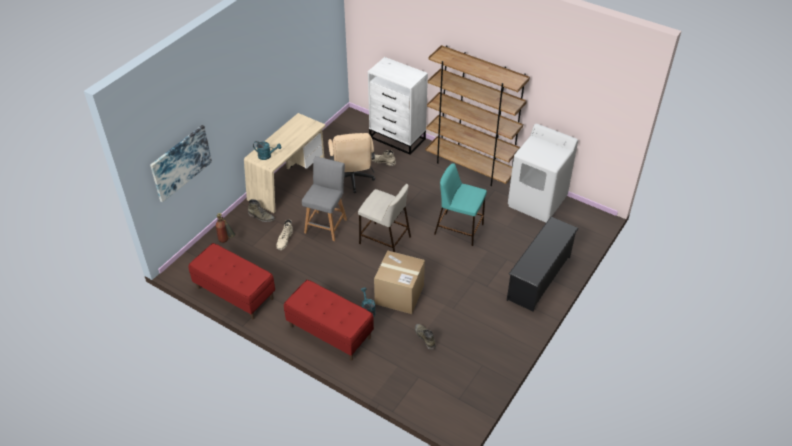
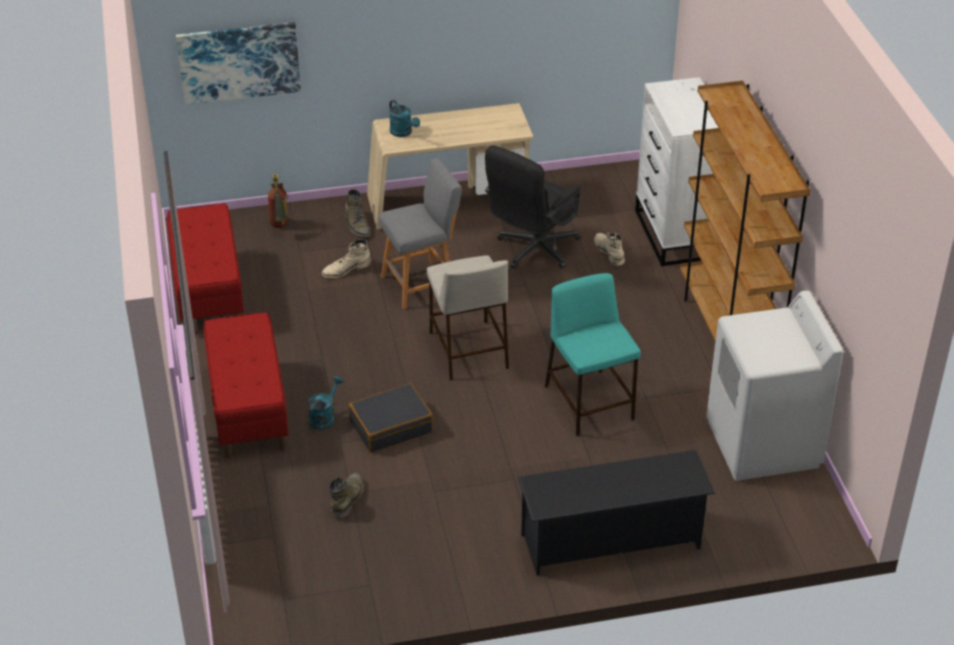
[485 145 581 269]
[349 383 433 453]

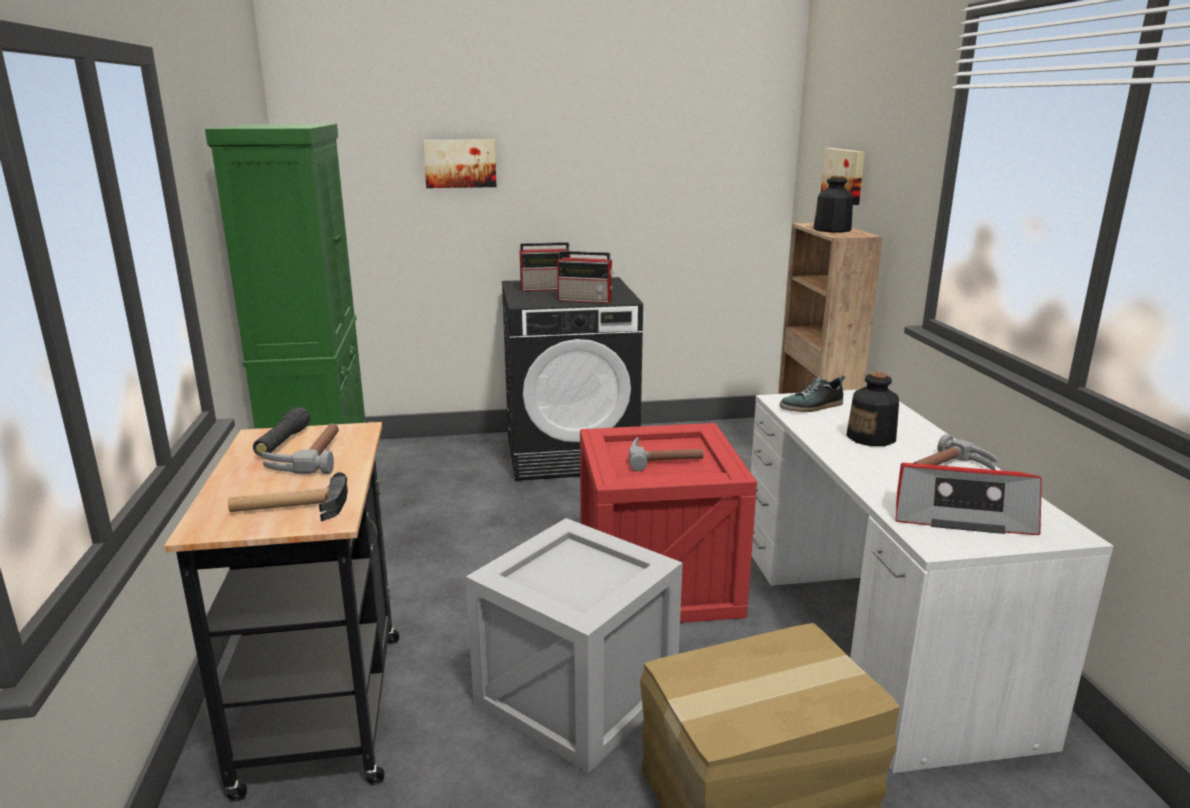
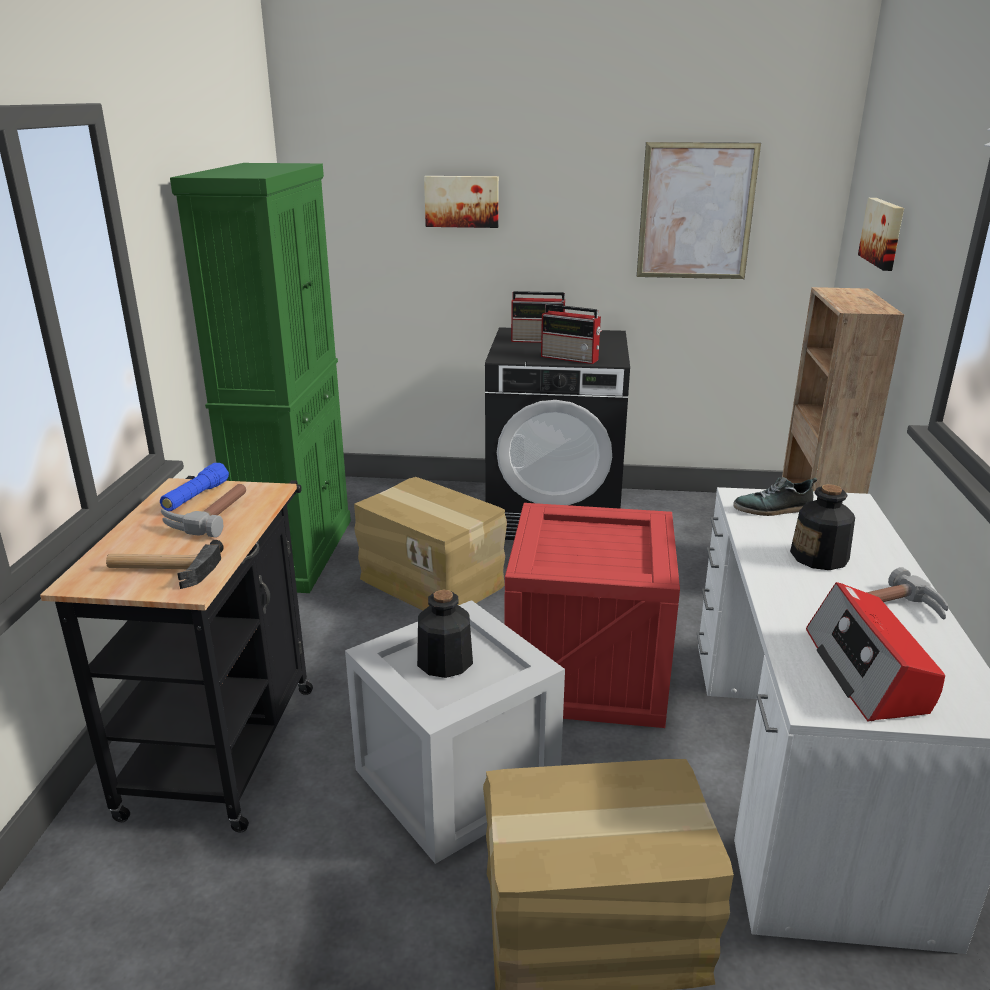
[417 589 473 678]
[160 463 229 511]
[629 437 704 471] (first image)
[806 582 945 722]
[637 142 761 279]
[354 477 507 611]

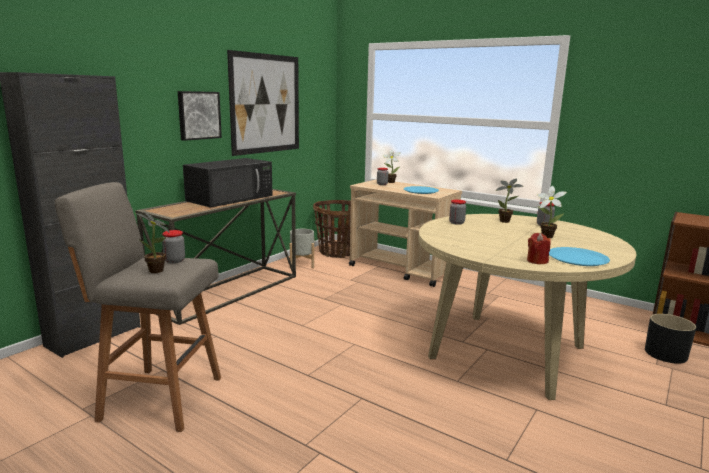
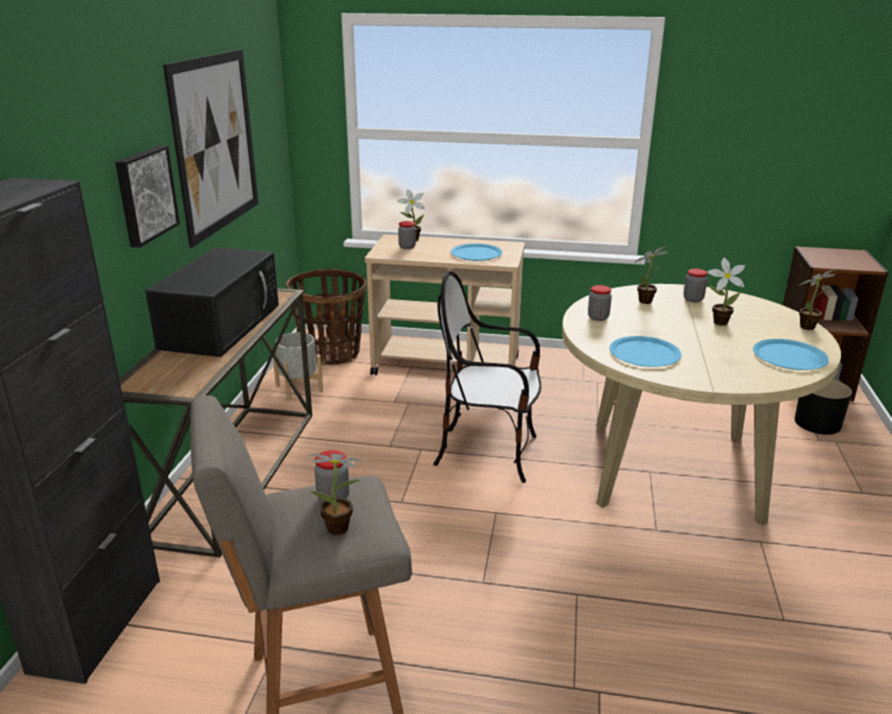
[527 233 551 264] (first image)
[799 269 836 330]
[433 271 541 483]
[610 336 681 367]

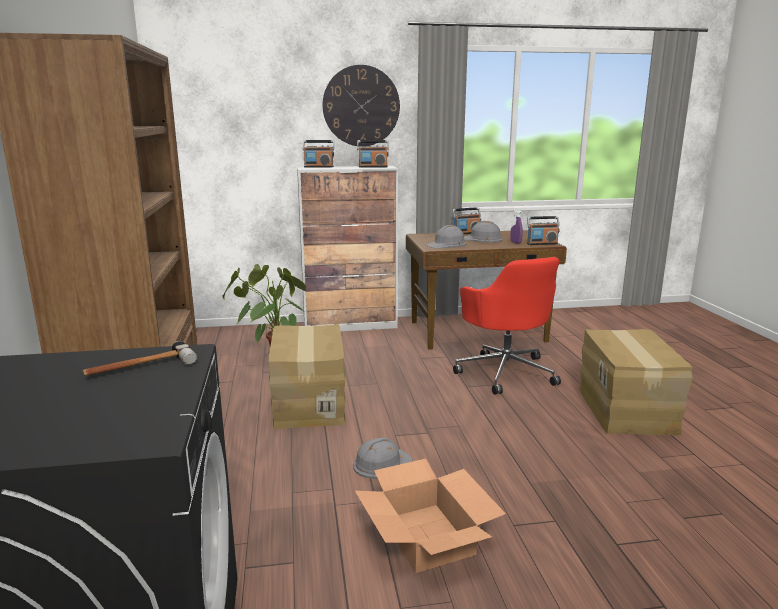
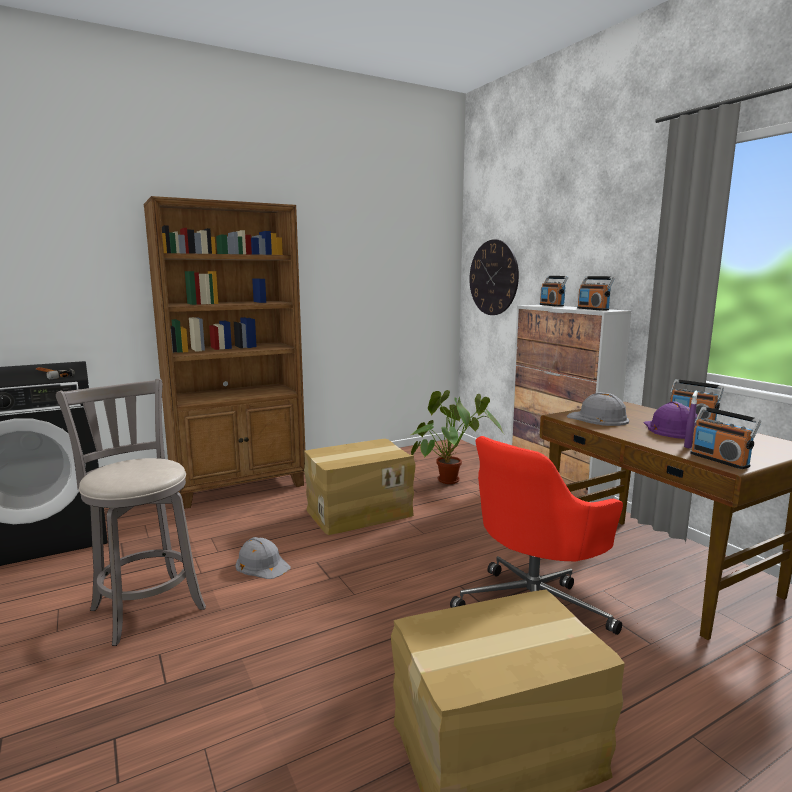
[469 239 519 315]
[644 402 698 439]
[56 379 206 646]

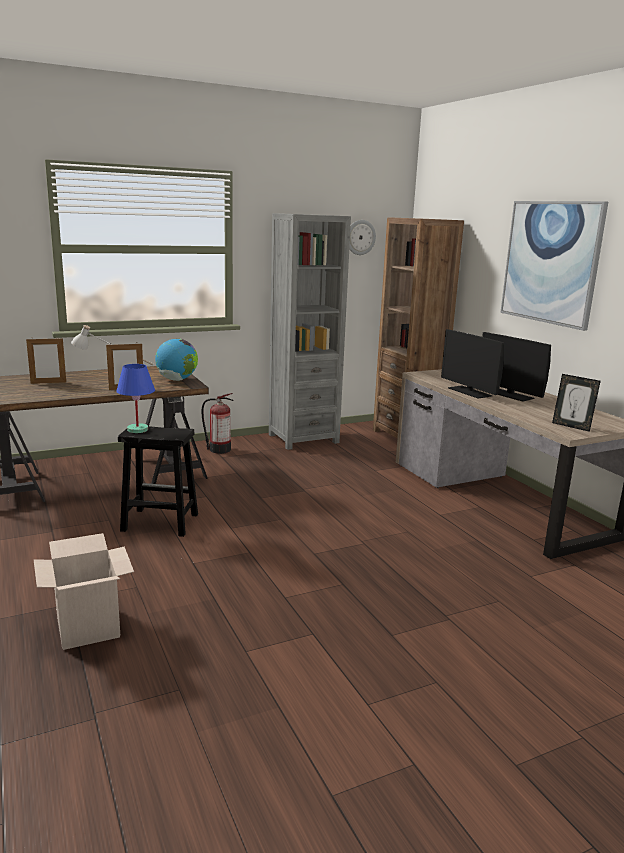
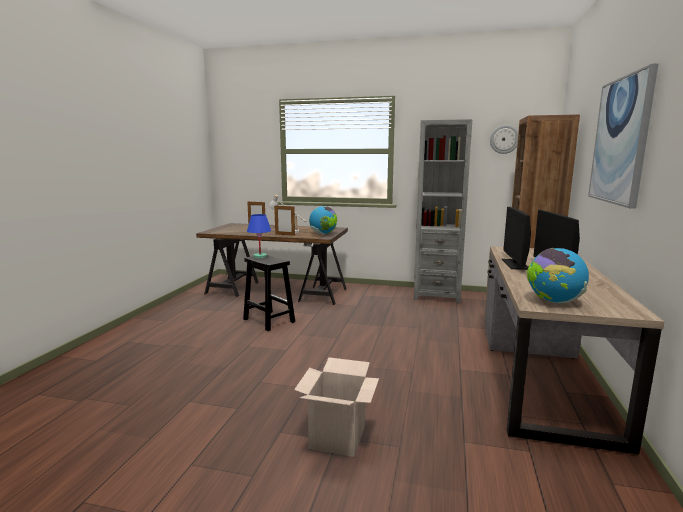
[527 248 589 303]
[202 393 233 454] (first image)
[294 357 379 457]

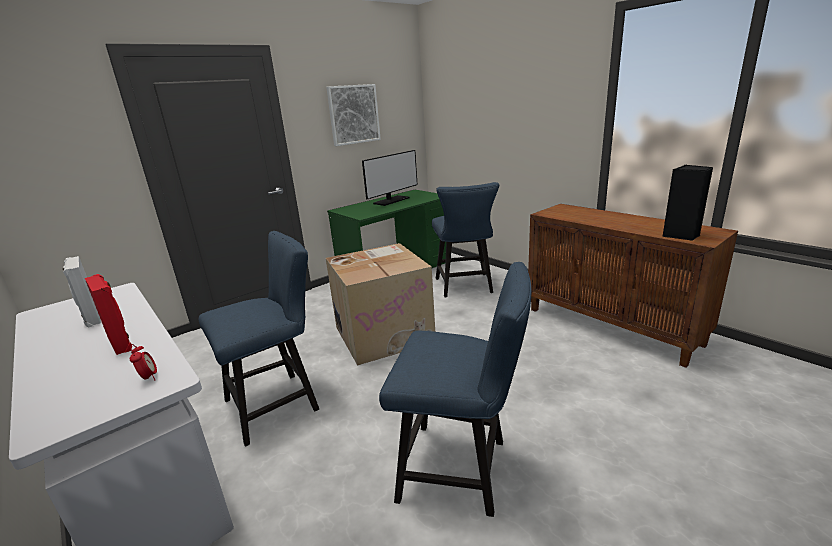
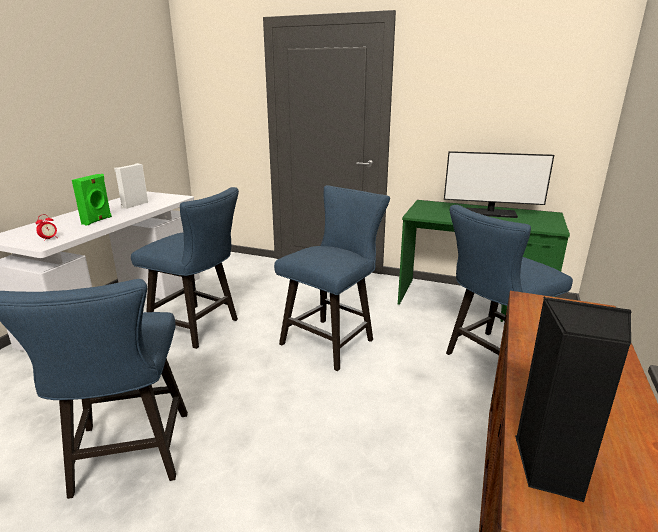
[326 84 381 146] (first image)
[274 185 390 371]
[72 174 112 226]

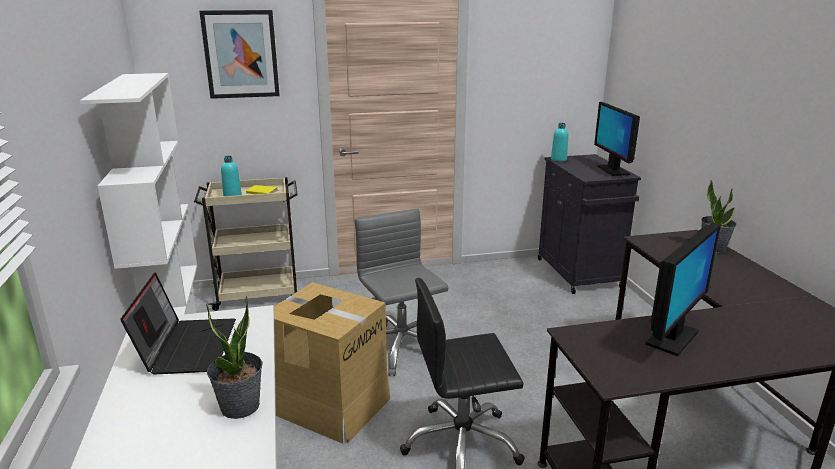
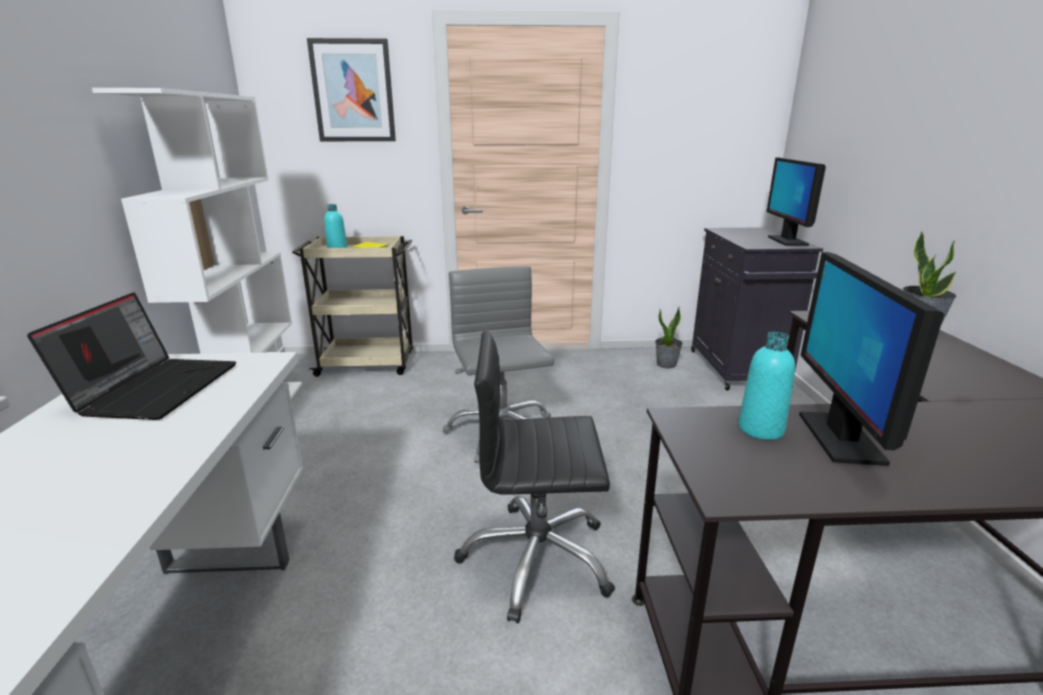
[738 332 795 440]
[799 252 945 466]
[274 282 390 444] (first image)
[655 307 683 368]

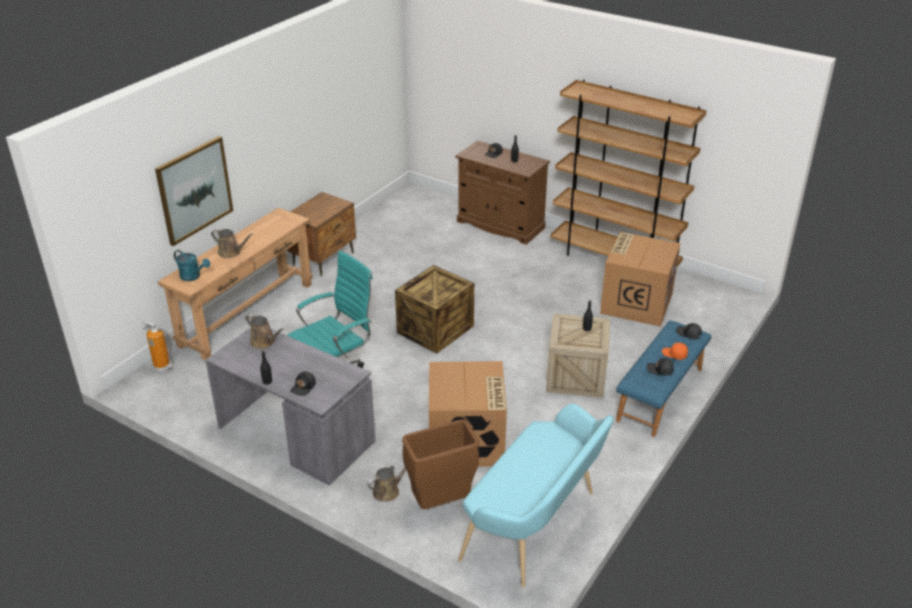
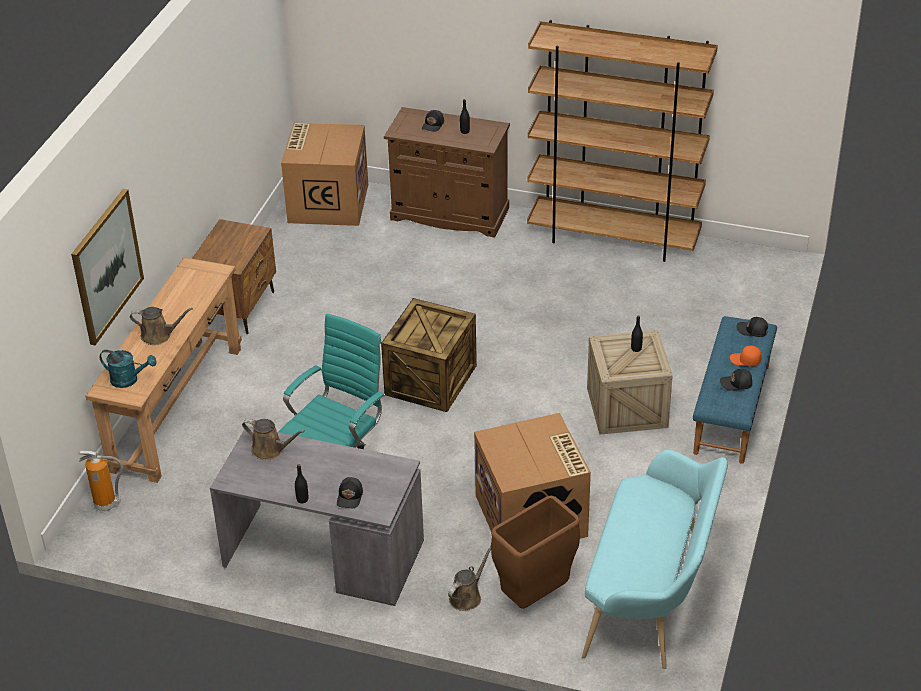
[281 123 368 226]

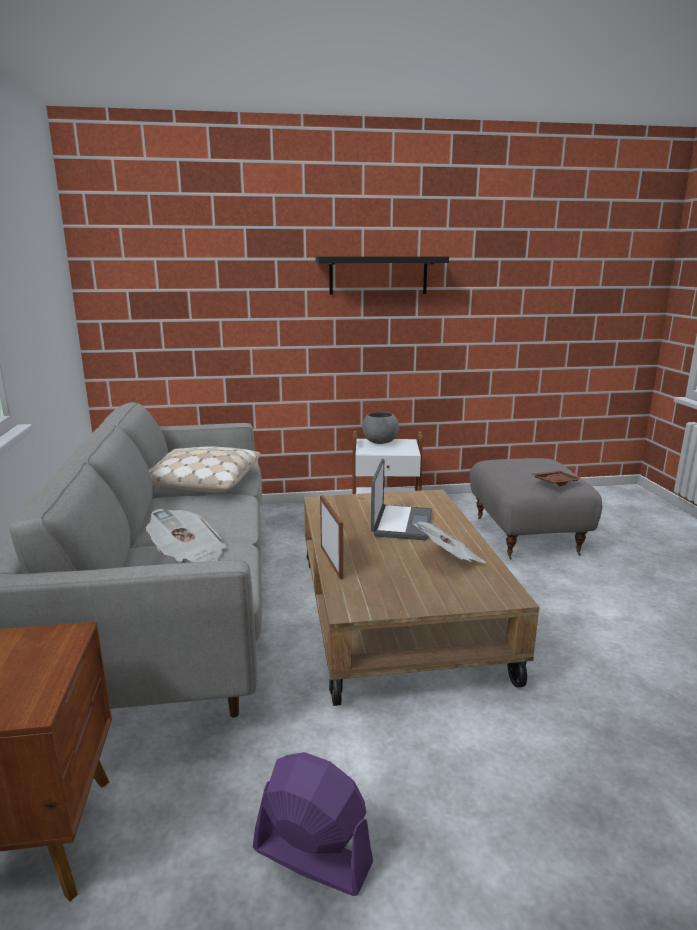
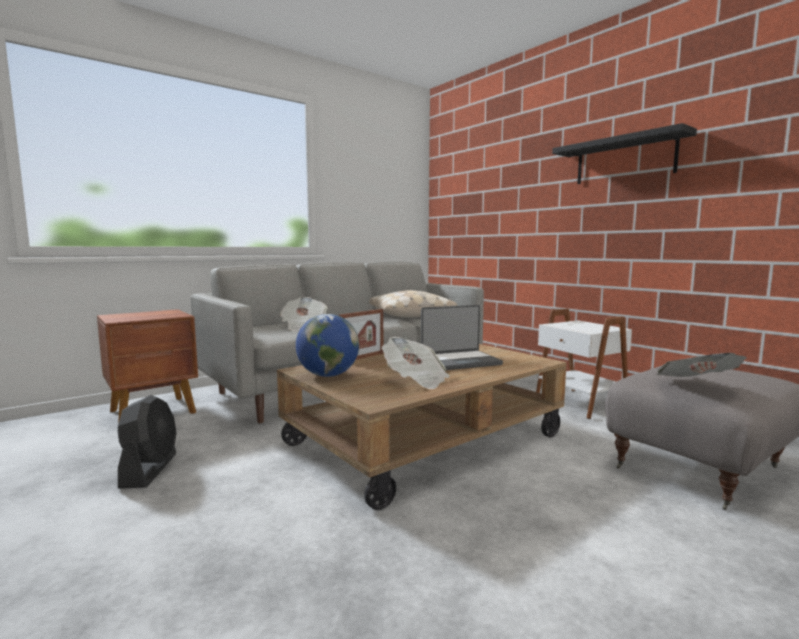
[362 412 399 444] (first image)
[656 353 747 377]
[118 395 177 489]
[296 314 359 377]

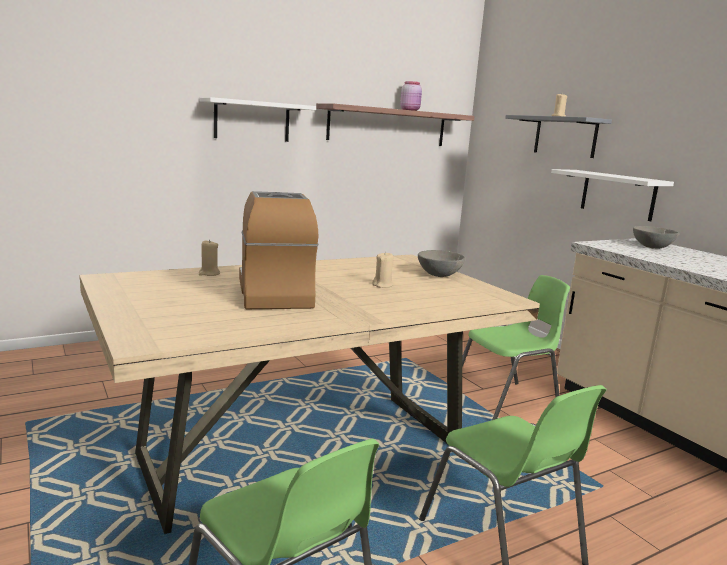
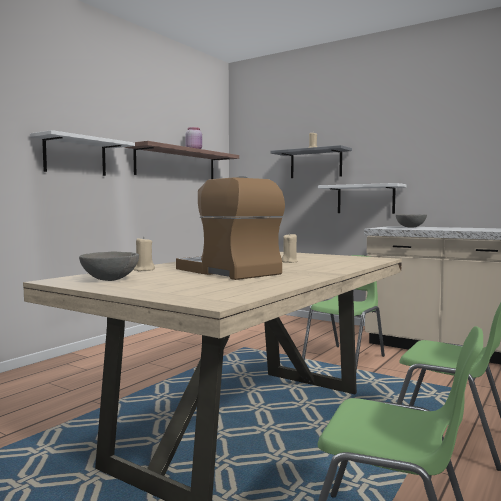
[79 252 139 281]

